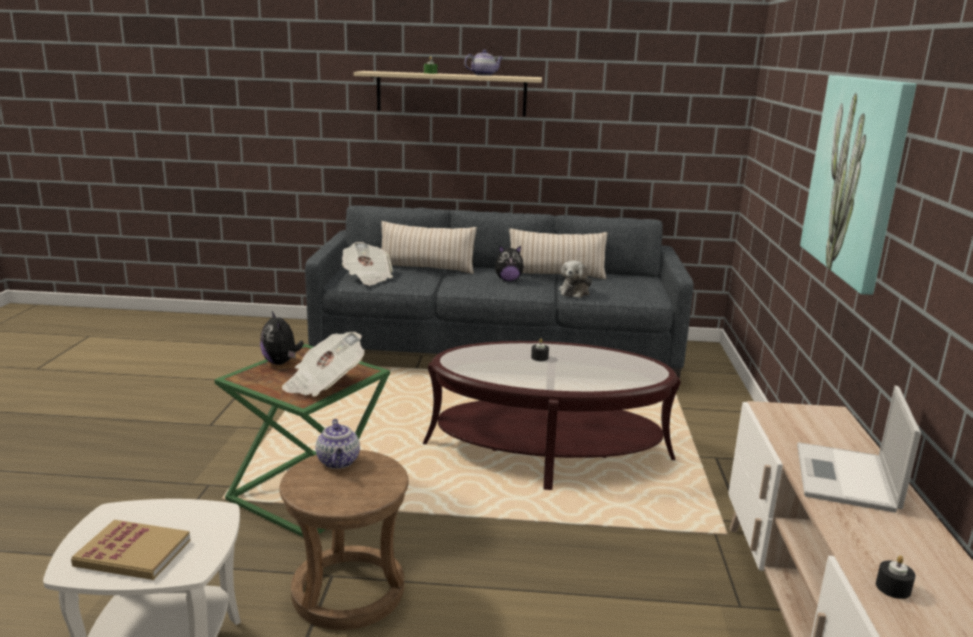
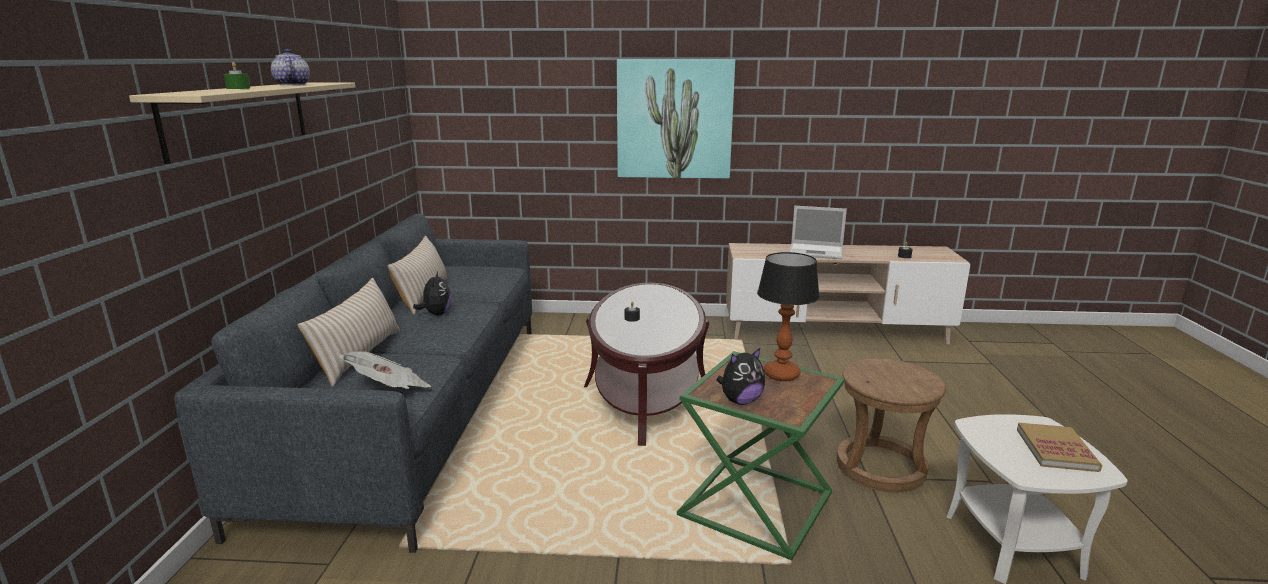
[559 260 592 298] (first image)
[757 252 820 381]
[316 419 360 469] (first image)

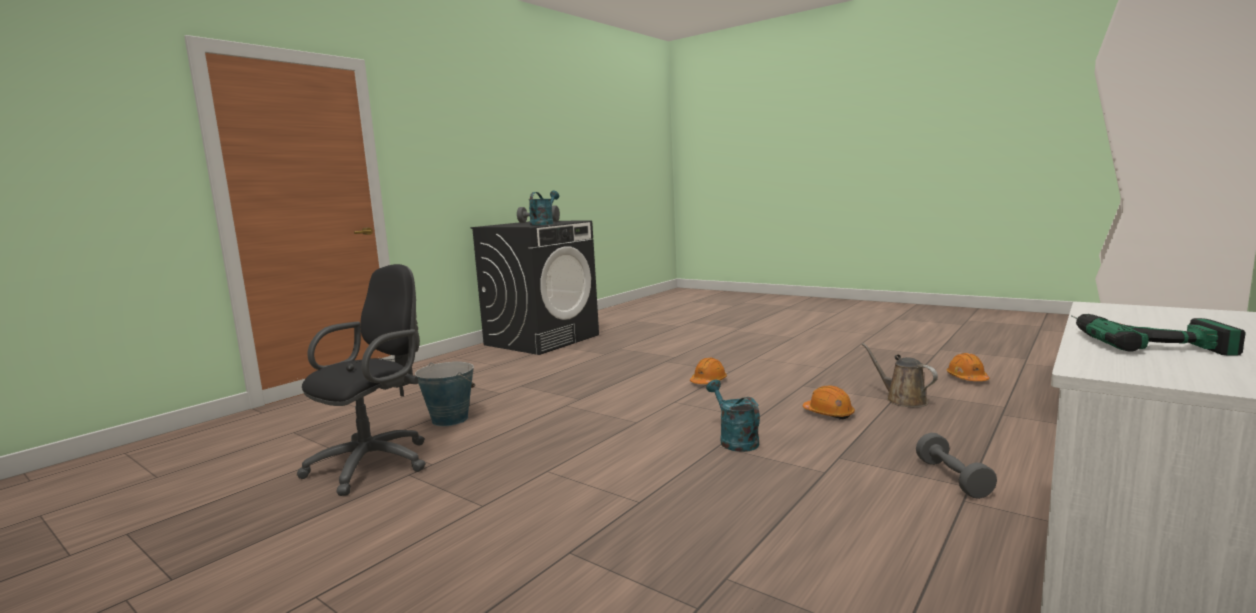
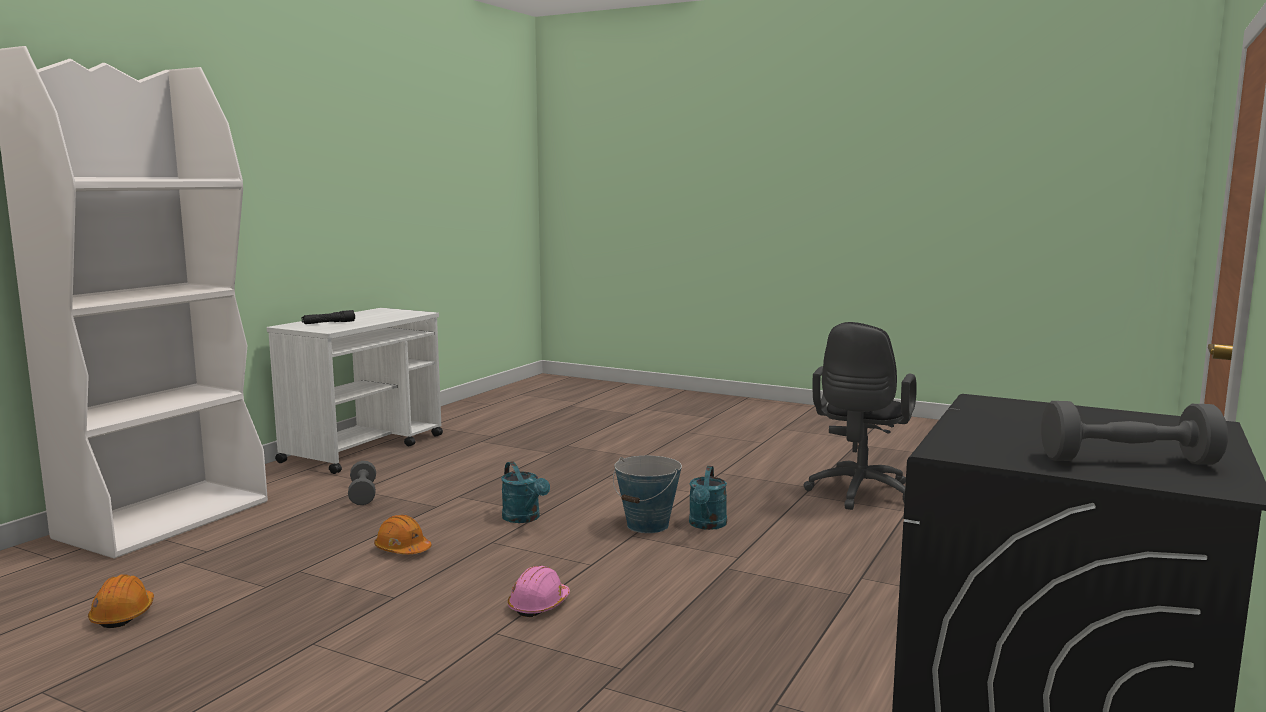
[689 466 727 530]
[1071 314 1246 356] (first image)
[862 343 938 407] (first image)
[508 566 570 617]
[613 456 682 533]
[302 310 355 324]

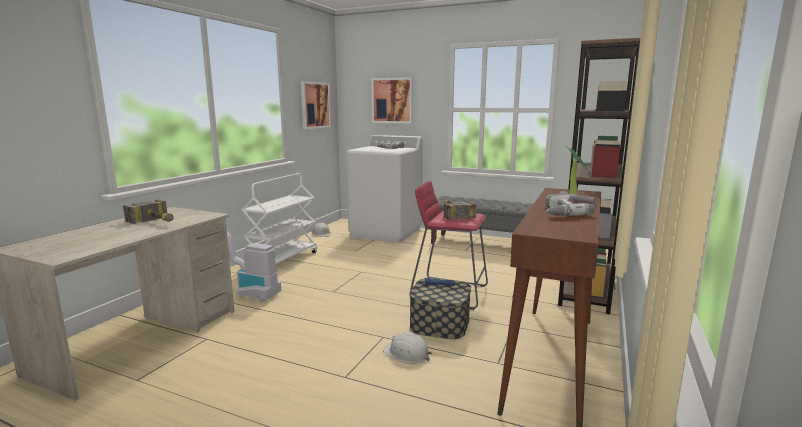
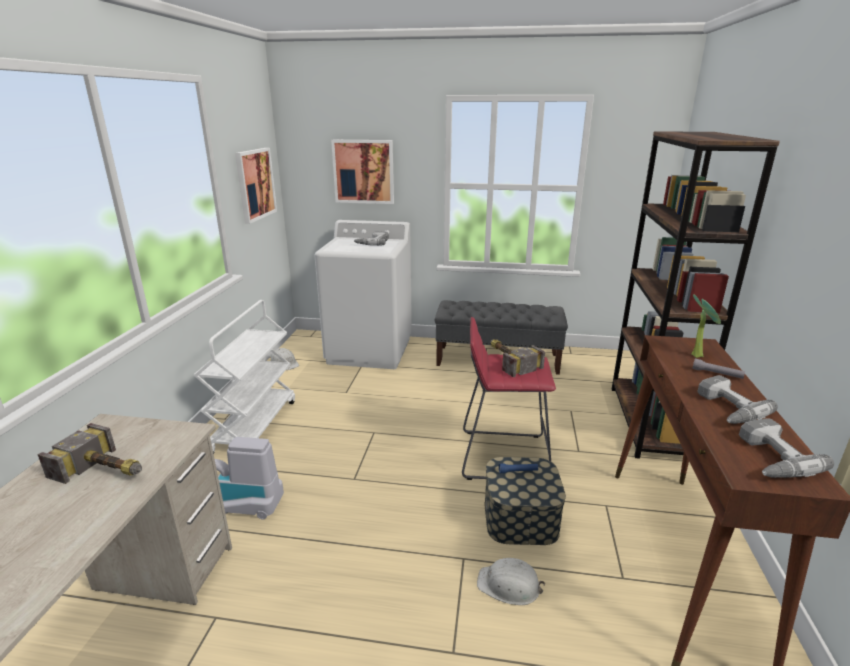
[739 419 834 478]

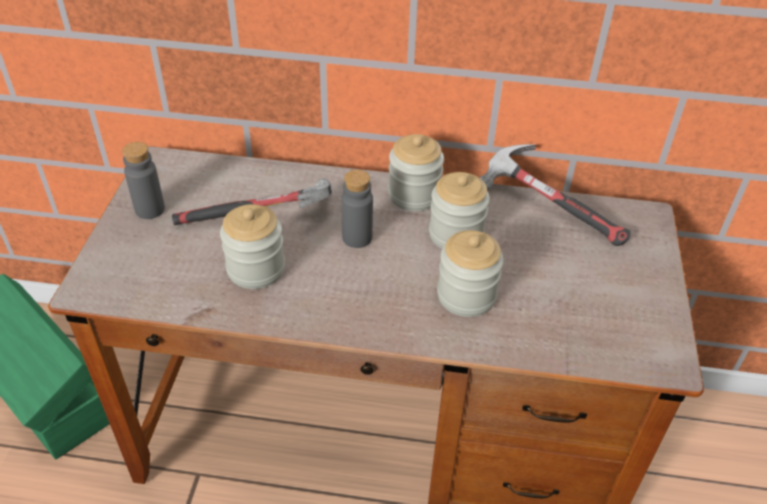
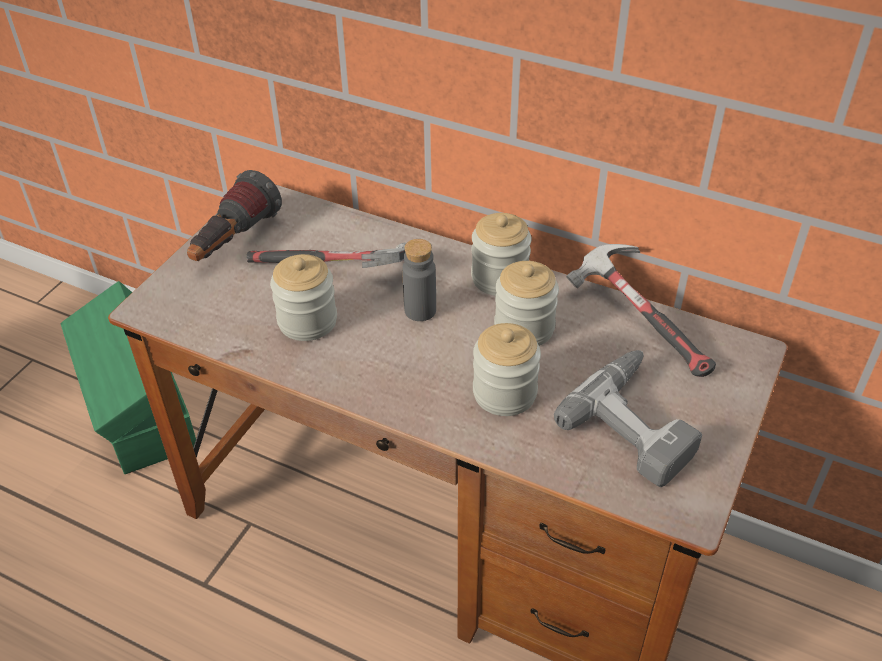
[187 170 282 261]
[554 350 702 487]

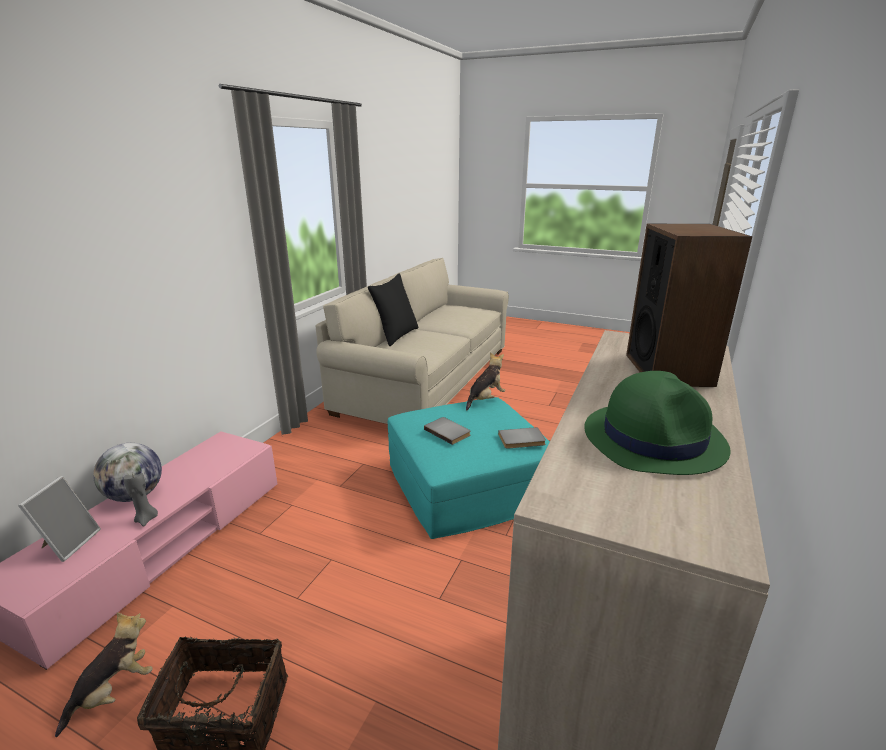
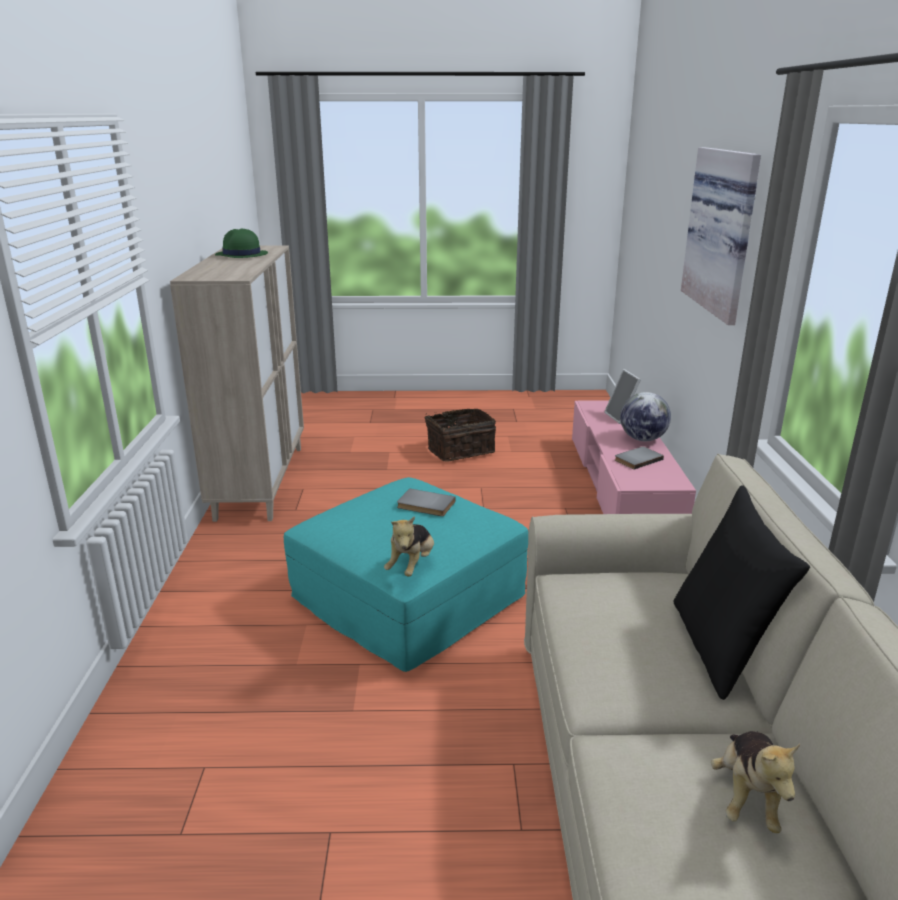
[626 224 752 387] (first image)
[615 447 664 470]
[123 473 158 527] (first image)
[711 731 800 833]
[681 147 761 325]

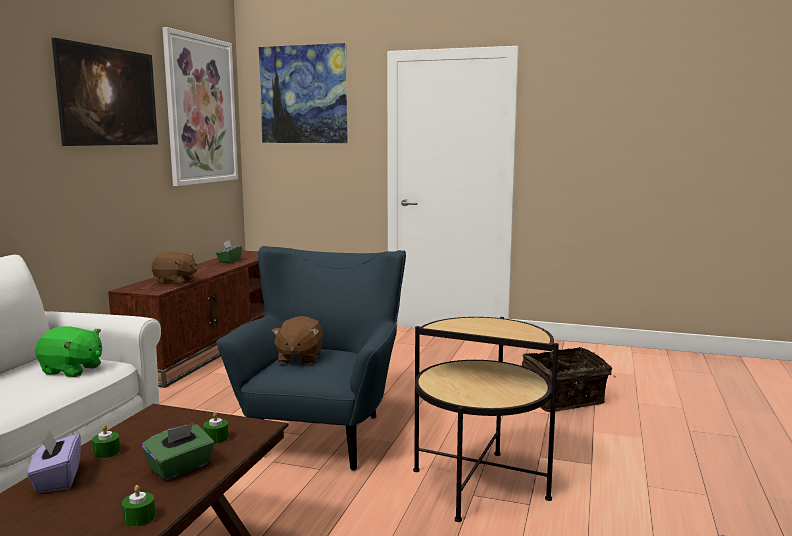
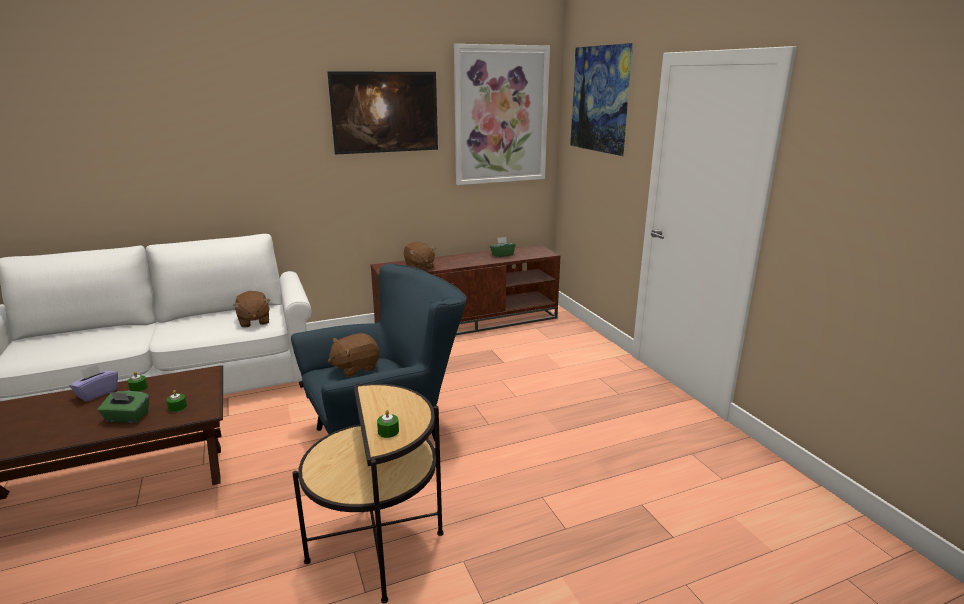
[233 291 270 328]
[522 347 616 412] (first image)
[377 410 399 438]

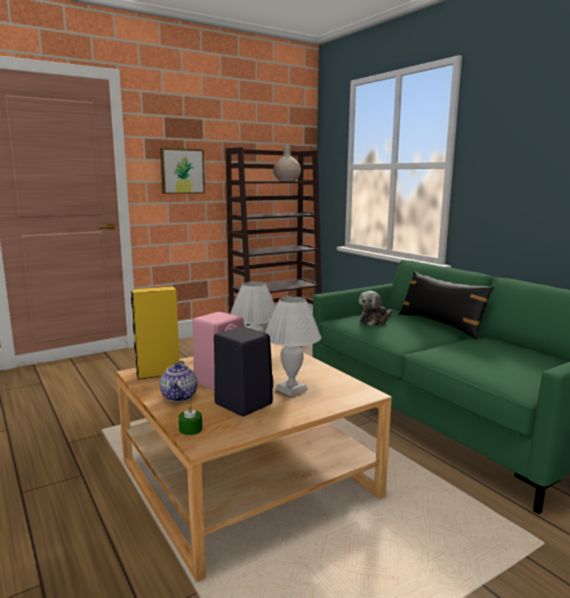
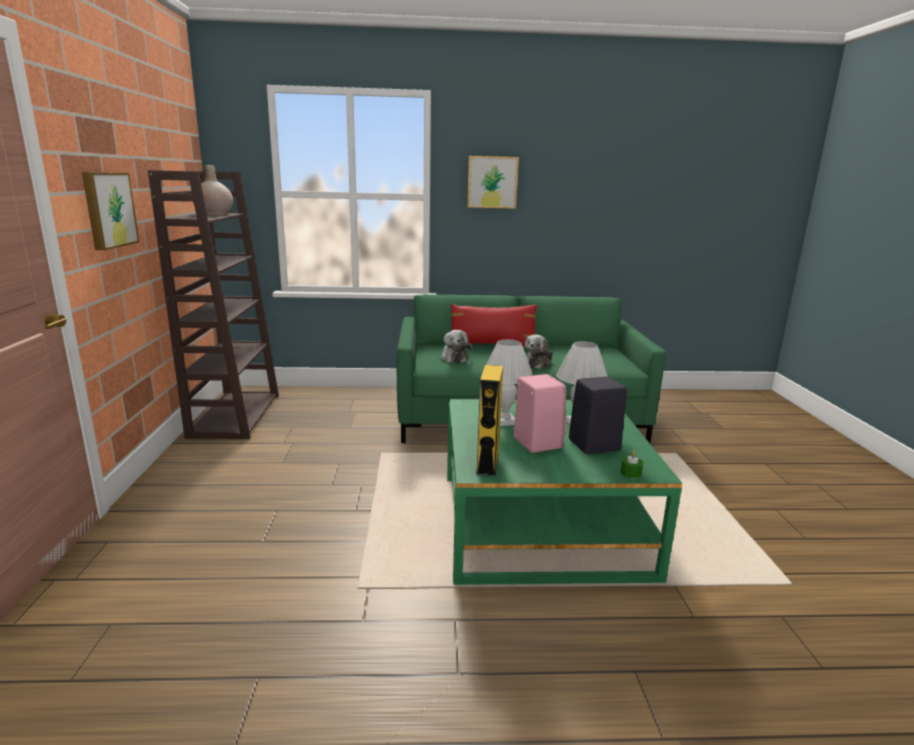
[450 304 537 347]
[447 399 682 585]
[160 361 197 402] (first image)
[467 156 519 209]
[525 335 553 369]

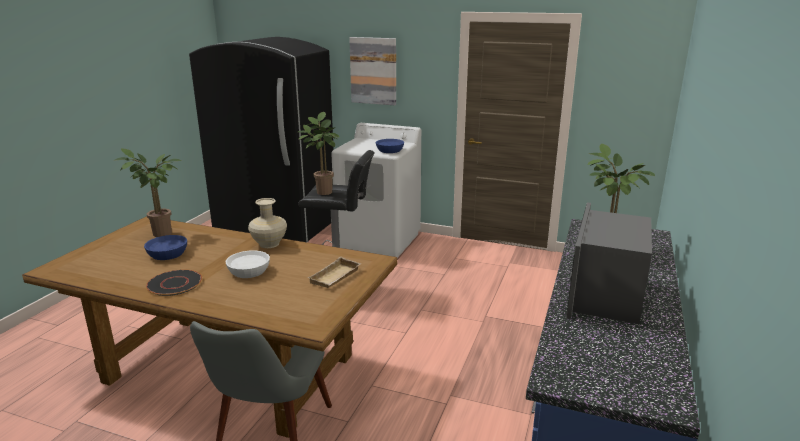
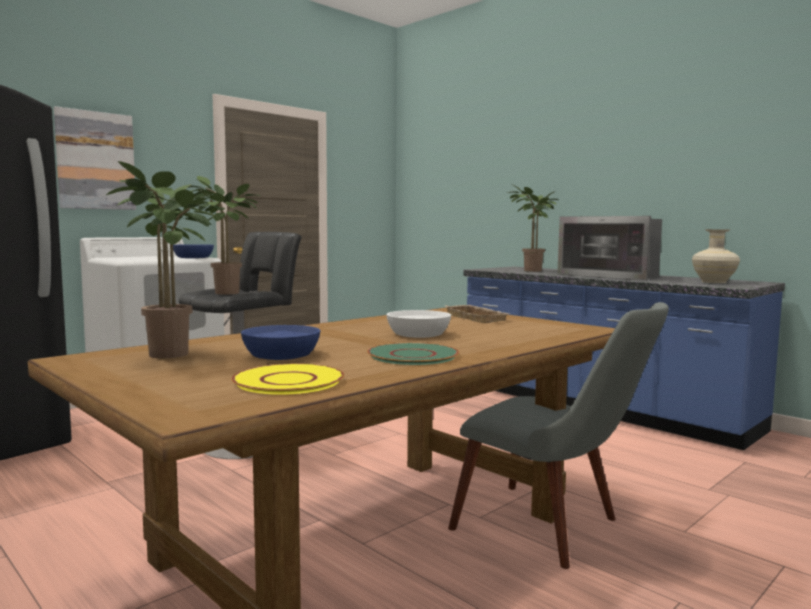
[692 229 740 283]
[367 343 459 365]
[231 363 344 395]

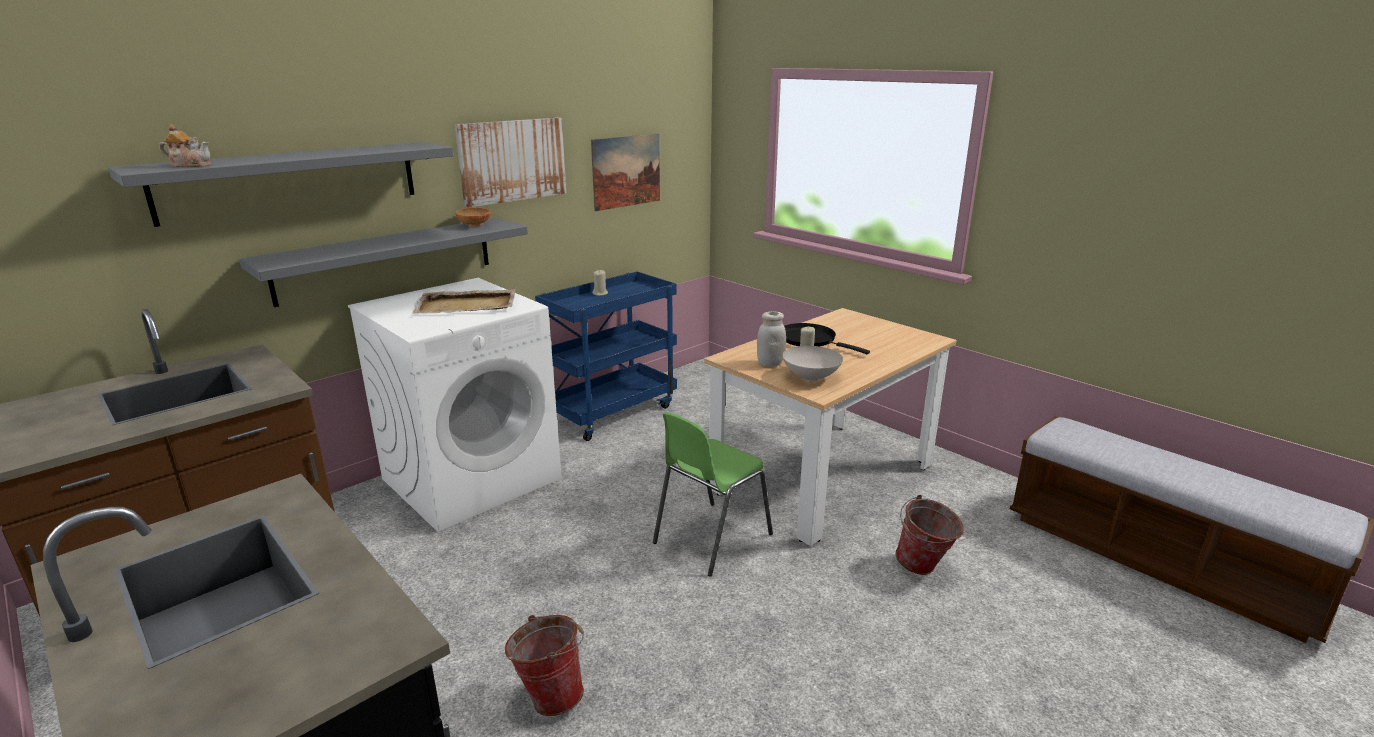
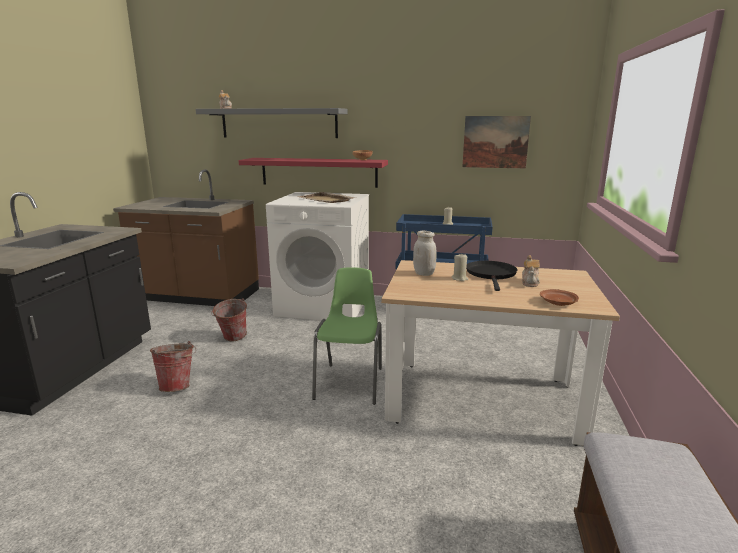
[455 118 566 208] (first image)
[238 158 388 188]
[783 346 843 381] (first image)
[312 267 382 405]
[211 298 247 341]
[522 255 540 287]
[540 289 579 306]

